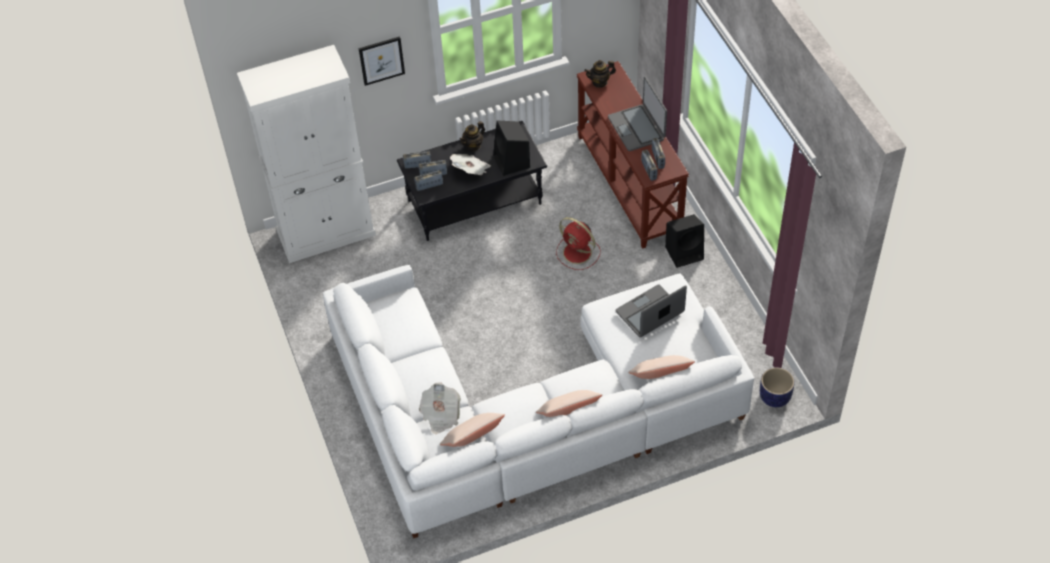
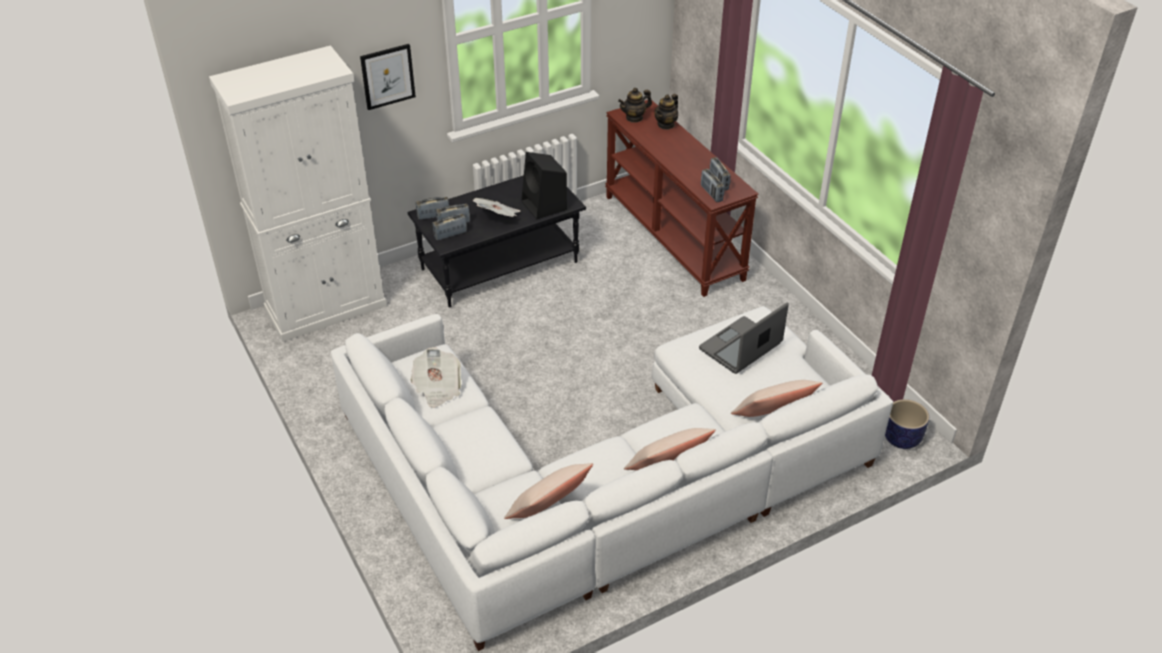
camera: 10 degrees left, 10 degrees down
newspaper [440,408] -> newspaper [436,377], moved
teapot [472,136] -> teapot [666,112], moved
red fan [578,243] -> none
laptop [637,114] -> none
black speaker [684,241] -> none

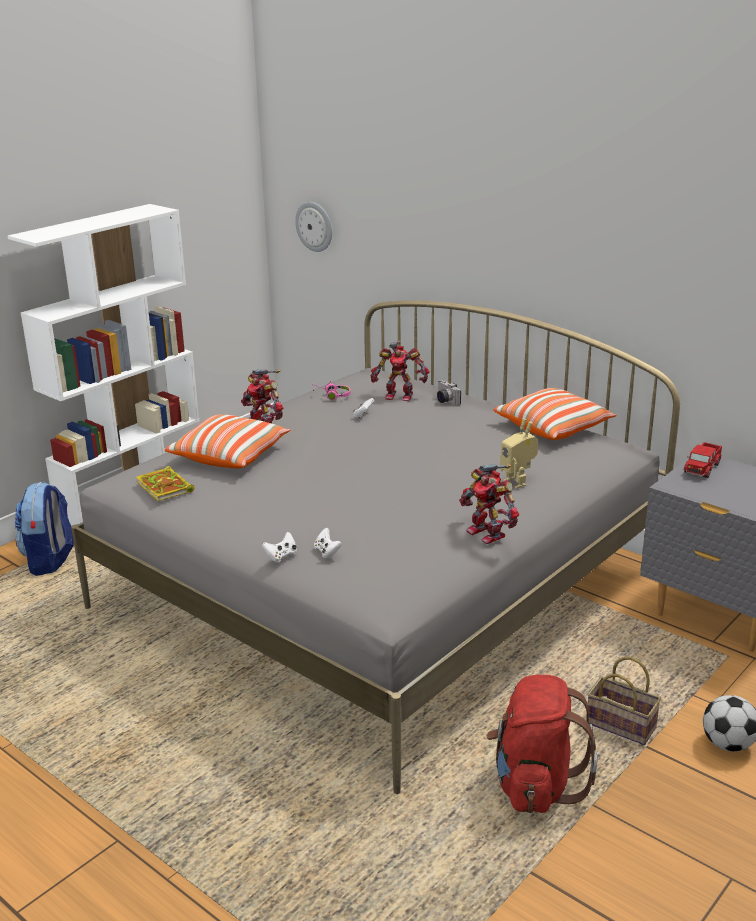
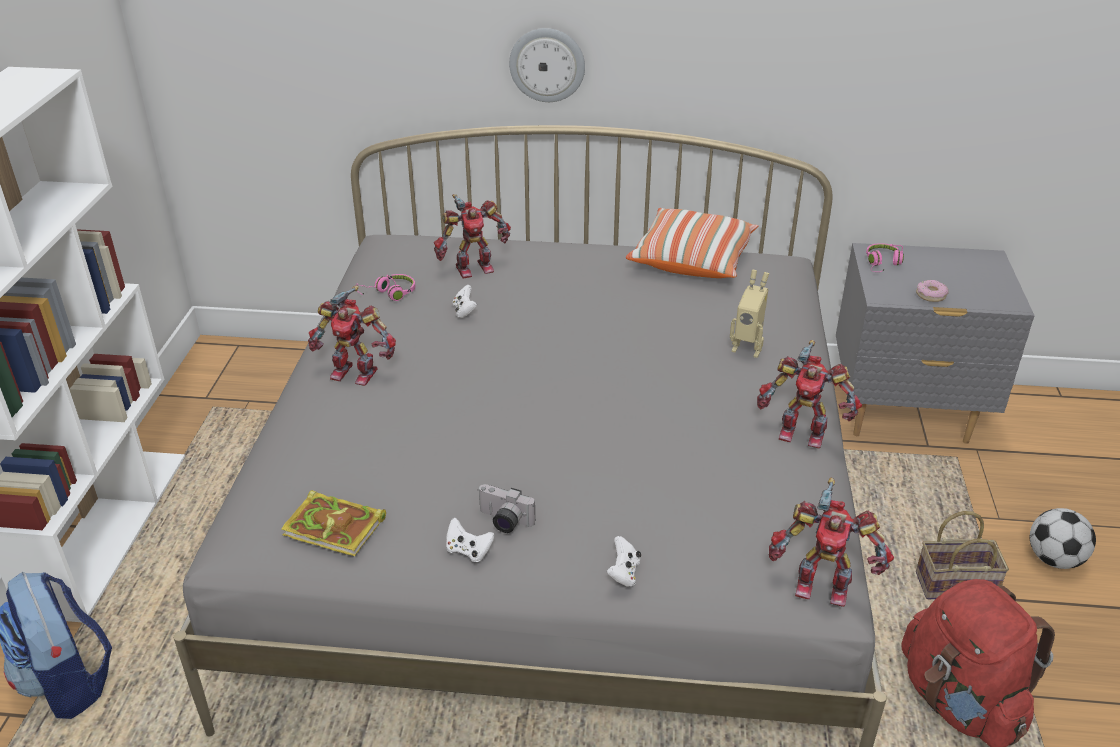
camera: 35 degrees left, 10 degrees up
white game controller [328,543] -> white game controller [470,540], moved
photo camera [449,392] -> photo camera [506,508], moved
wall clock [313,227] -> wall clock [547,65], moved
none -> toy robot [831,542]
toy truck [703,460] -> pink headphones [885,257]
none -> donut [932,291]
pillow [228,441] -> none

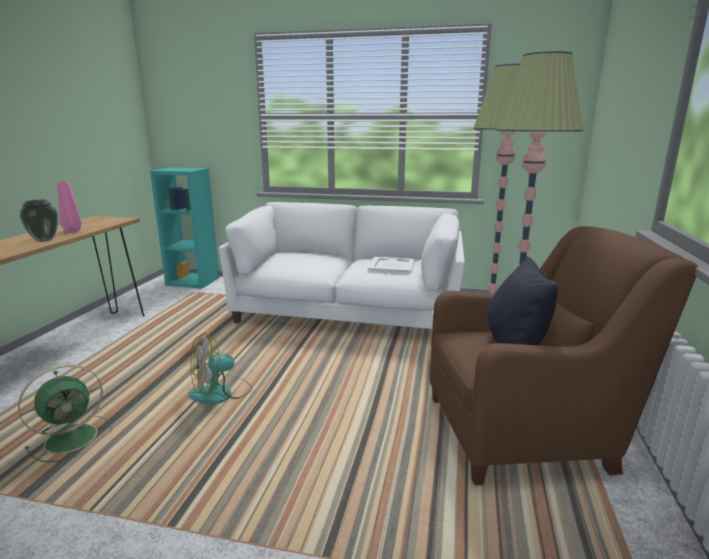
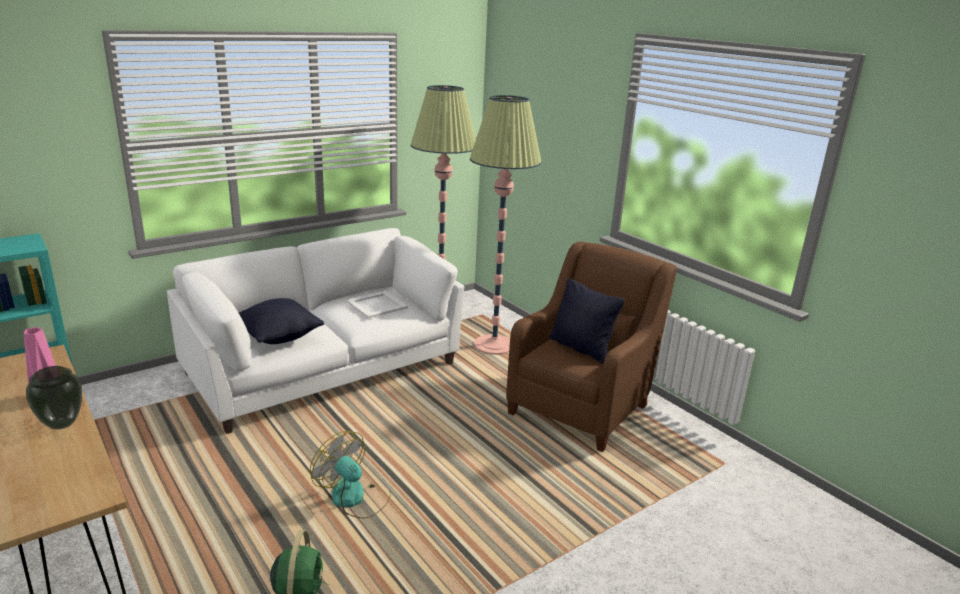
camera: 50 degrees left, 5 degrees up
none -> black pillow [281,321]
fan [220,368] -> fan [350,474], 120 degrees clockwise

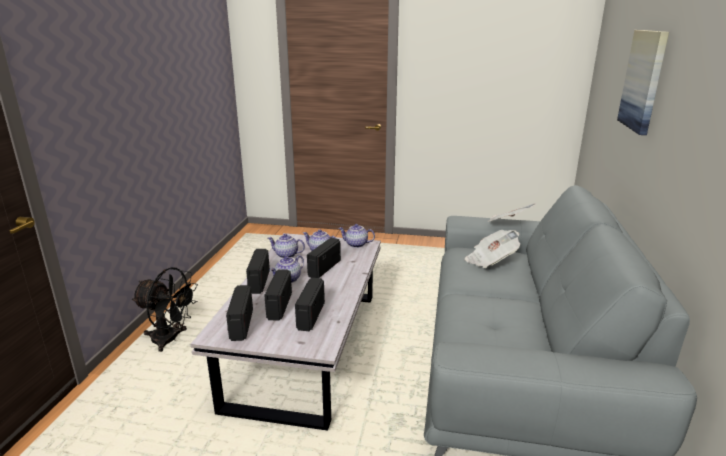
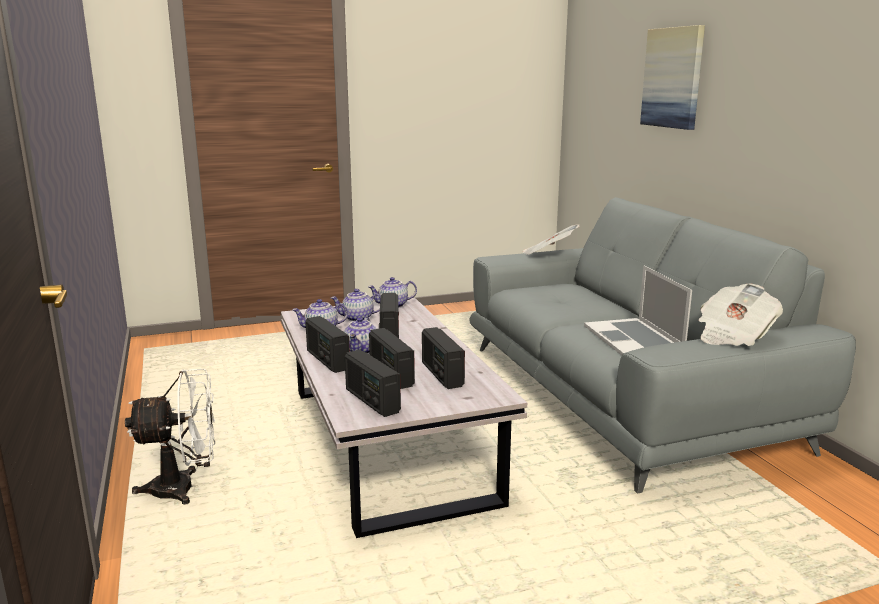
camera: 30 degrees left, 5 degrees down
black fan [165,309] -> white fan [170,437]
none -> laptop [638,310]
newspaper [492,249] -> newspaper [740,314], moved

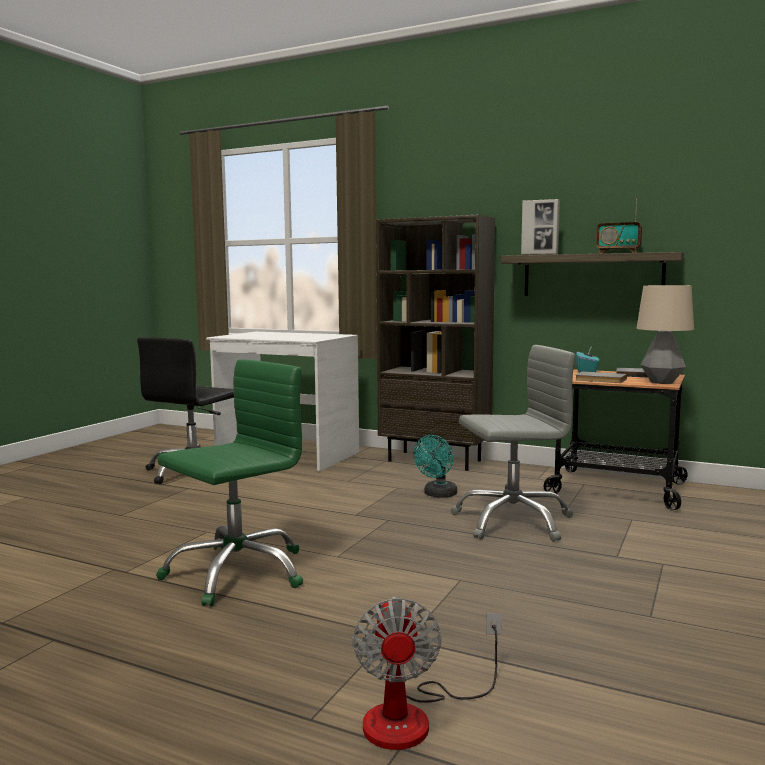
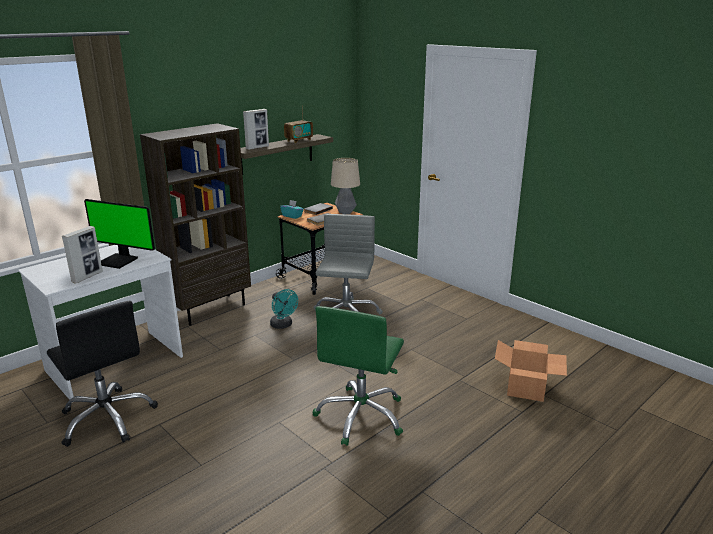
camera: 70 degrees left, 15 degrees up
none -> picture frame [82,255]
none -> monitor [119,234]
green office chair [229,483] -> green office chair [358,376], 135 degrees counterclockwise
fan [427,673] -> cardboard box [531,371]

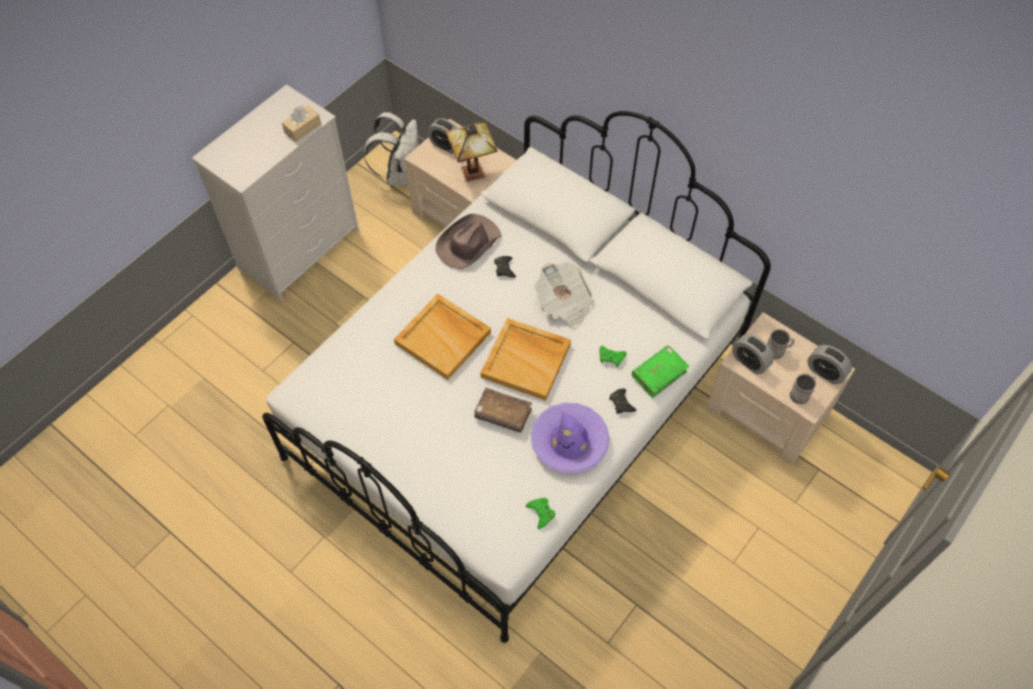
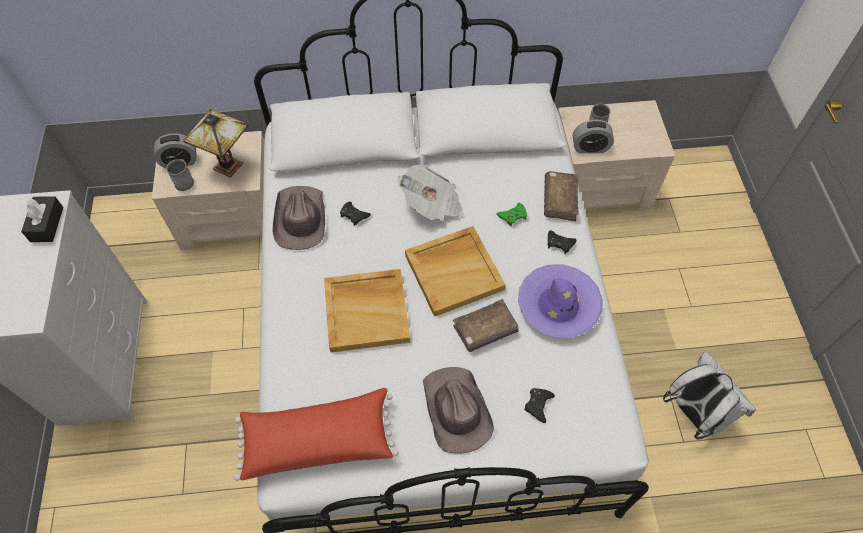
camera: 45 degrees left, 0 degrees up
beige tissue box [301,123] -> black tissue box [42,219]
grey mug [802,389] -> grey mug [180,175], moved
none -> red pillow [316,434]
none -> brown hat [458,410]
none -> black game controller [539,405]
green book [661,372] -> brown book [561,196]
white backpack [391,149] -> white backpack [709,395], moved
green game controller [540,513] -> none
alarm clock [829,364] -> none

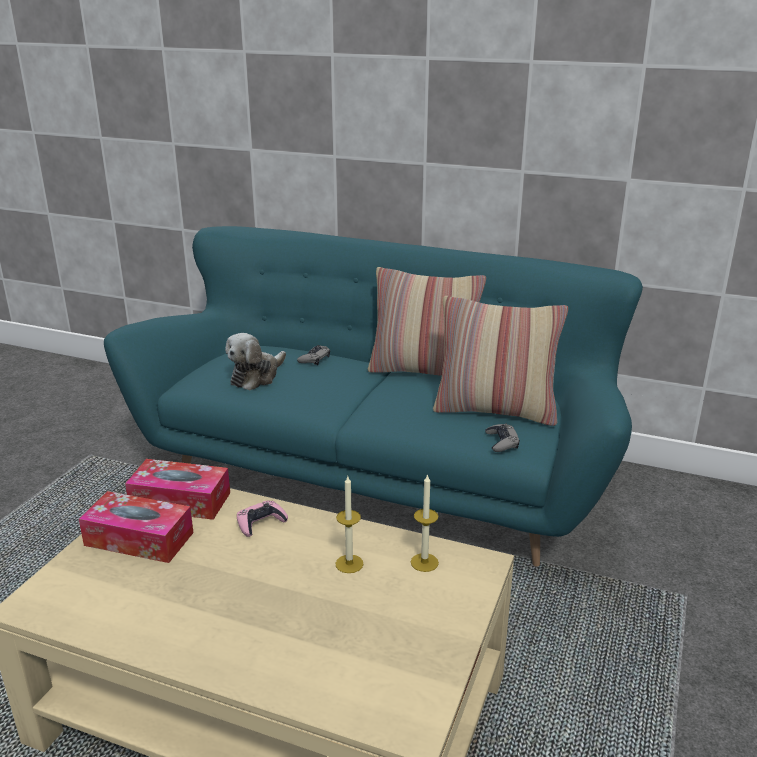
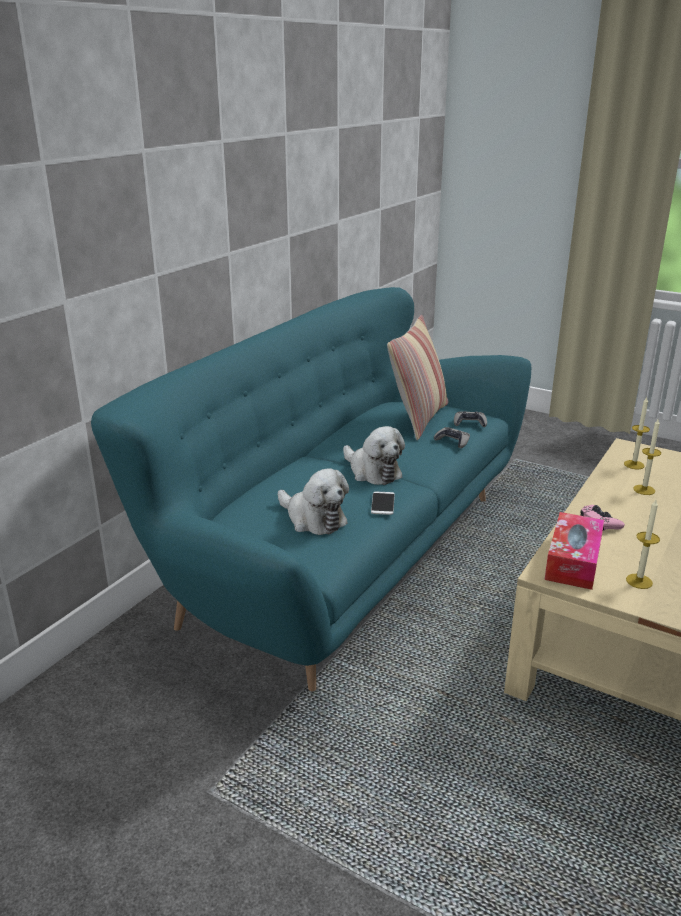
camera: 80 degrees left, 0 degrees up
none -> plush toy [374,455]
none -> phone [383,503]
grey game controller [313,355] -> grey game controller [452,437], moved
tissue box [136,527] -> candle [643,544]
pillow [427,321] -> none

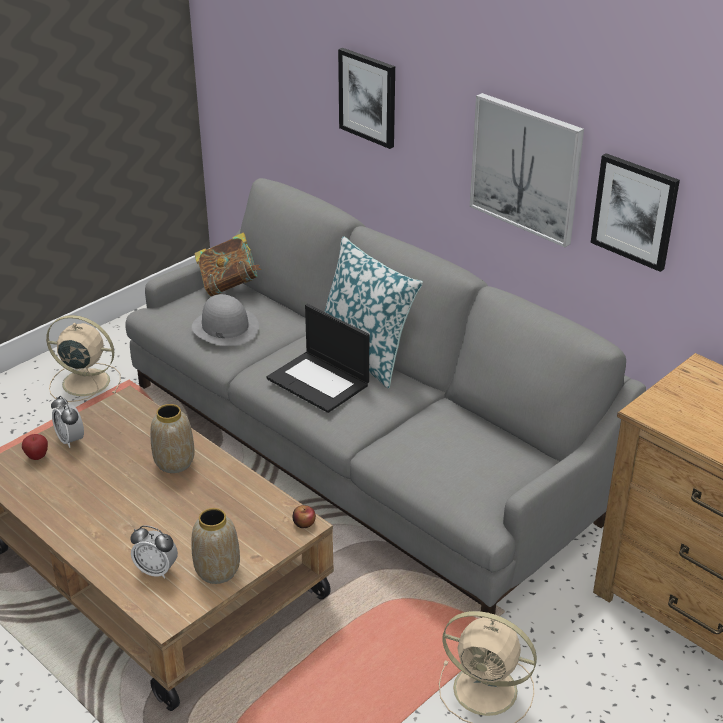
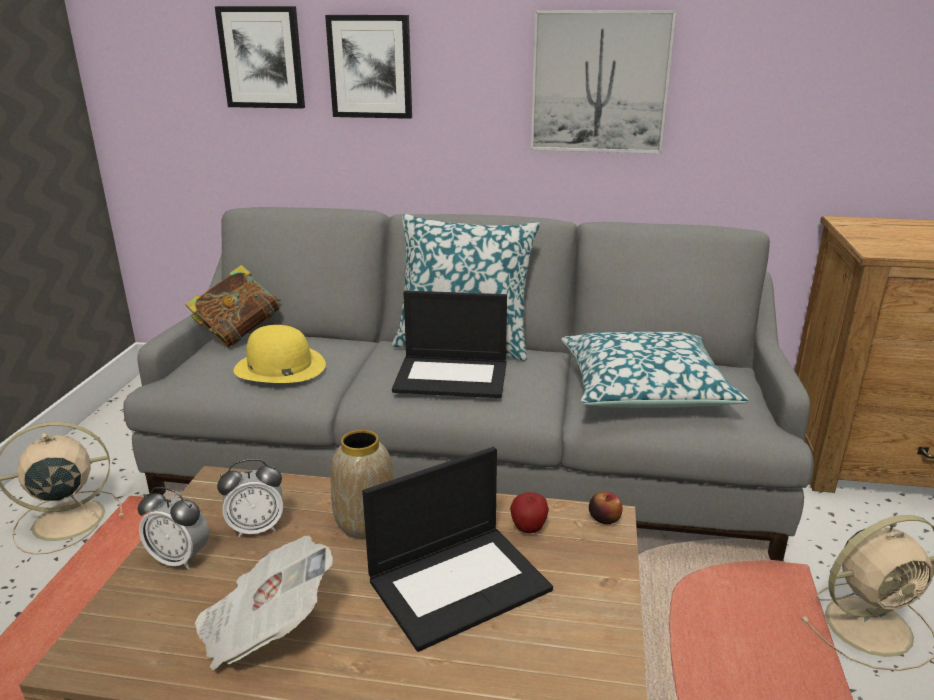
camera: 35 degrees left, 10 degrees down
none -> newspaper [264,602]
picture [635,212] -> picture [260,57], moved
alarm clock [154,552] -> alarm clock [250,498], moved
grey hat [225,320] -> yellow hat [280,354]
none -> laptop [457,549]
apple [35,447] -> apple [529,513], moved
none -> pillow [655,370]
vase [215,546] -> none

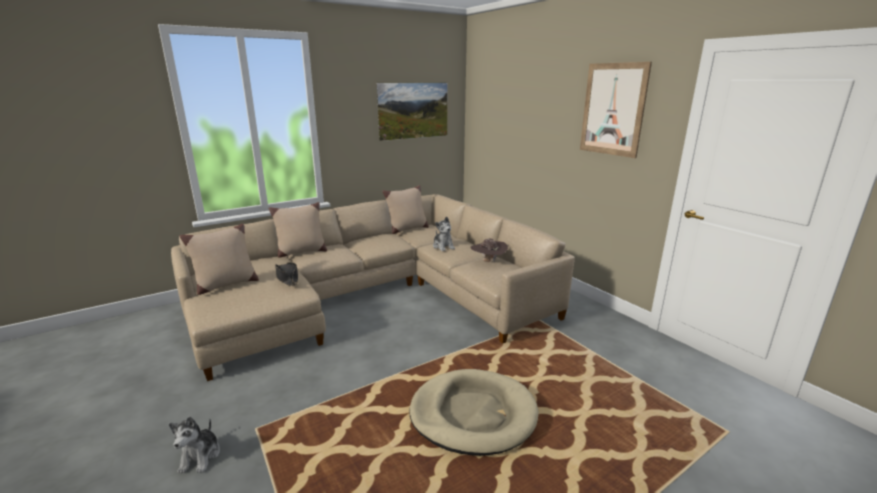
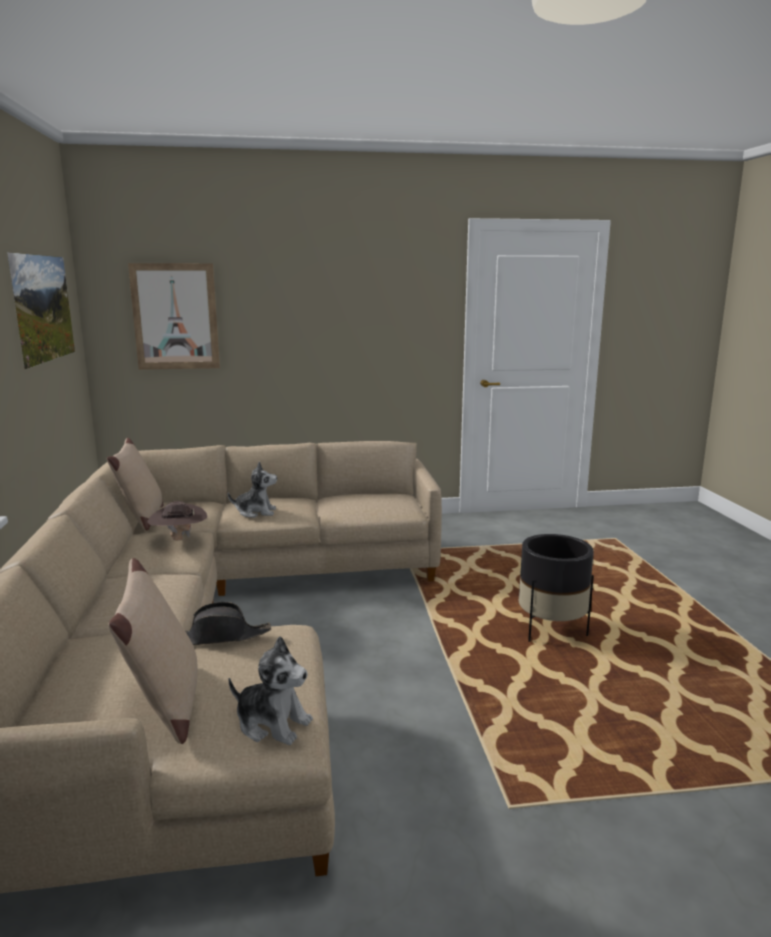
camera: 65 degrees left, 5 degrees down
picture [616,110] -> picture [174,316], moved
brown hat [489,250] -> brown hat [177,520], moved
plush toy [194,444] -> plush toy [271,690], moved
beige dog bed [474,412] -> black planter [556,588]
beige pillow [297,230] -> none

